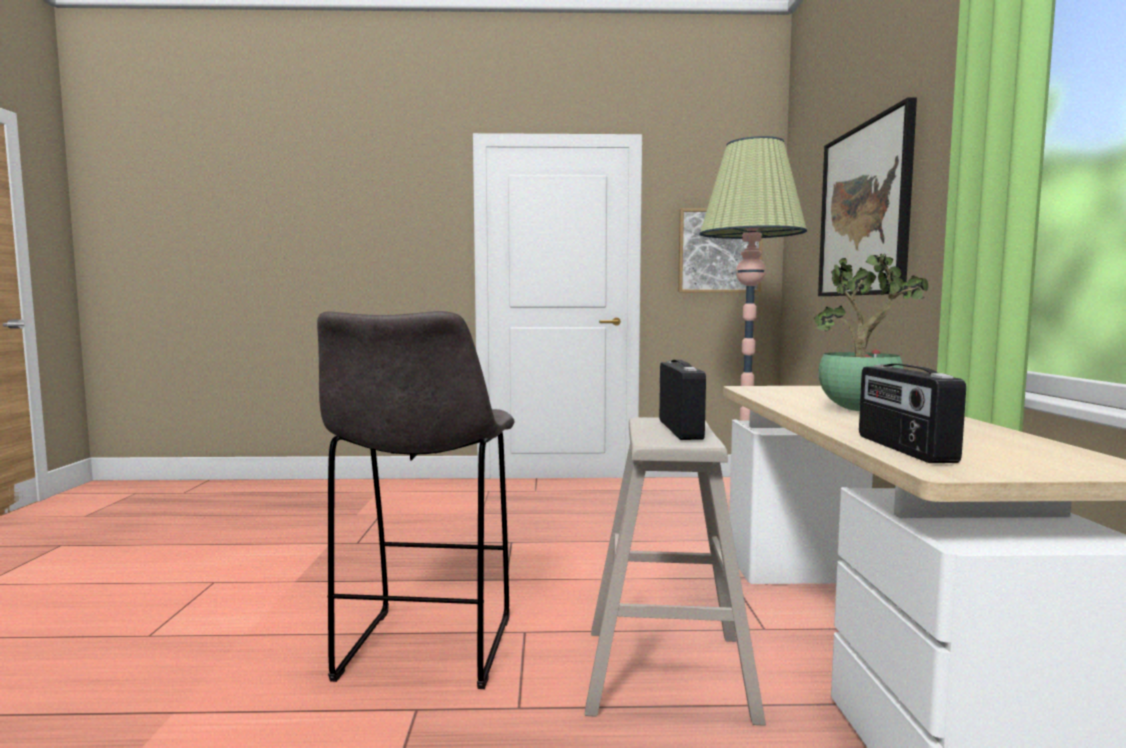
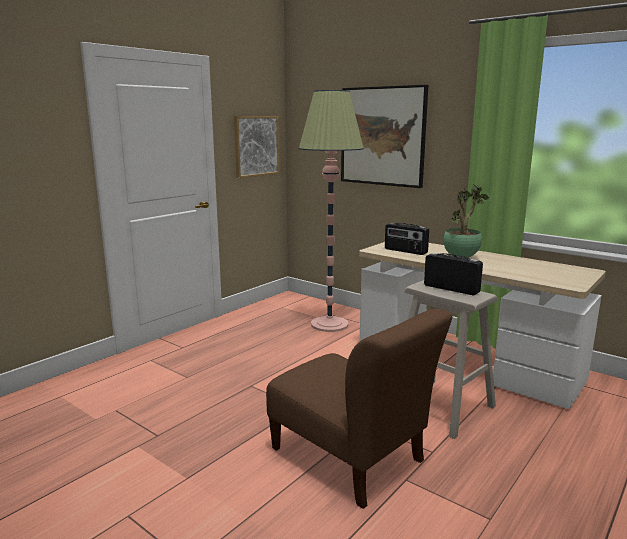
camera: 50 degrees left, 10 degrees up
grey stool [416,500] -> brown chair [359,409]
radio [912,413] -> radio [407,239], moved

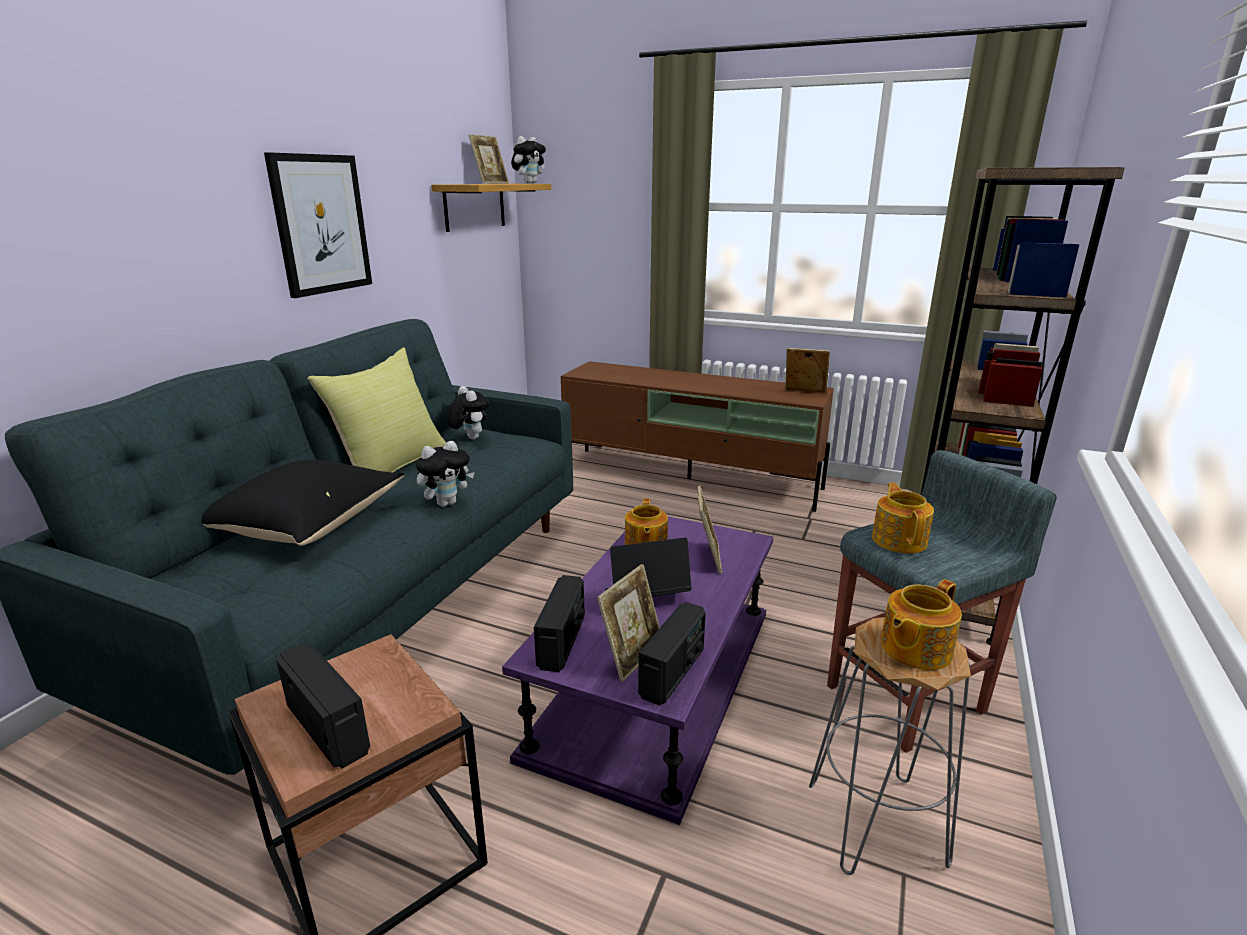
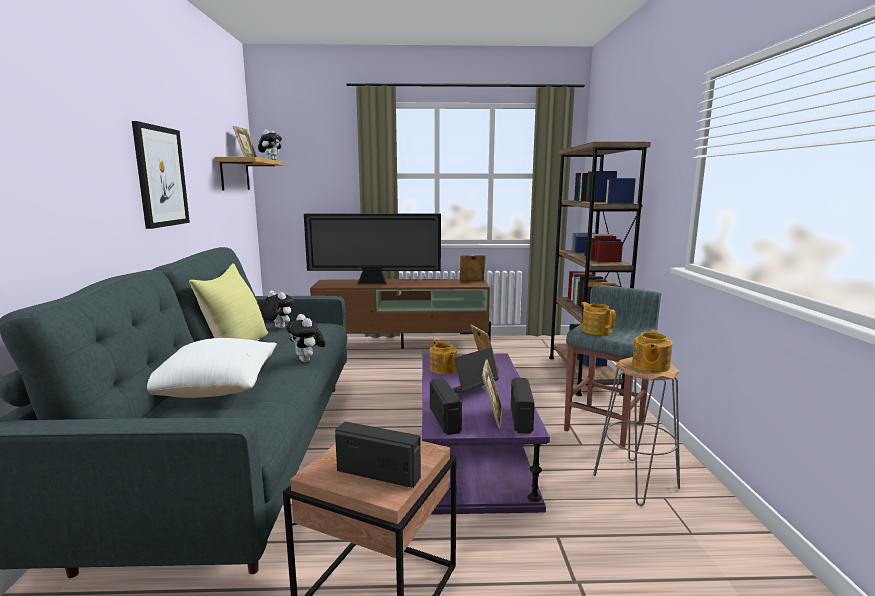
camera: 25 degrees left, 10 degrees down
black pillow [302,503] -> white pillow [212,368]
plush toy [445,474] -> plush toy [306,338], 120 degrees clockwise
none -> television [372,248]

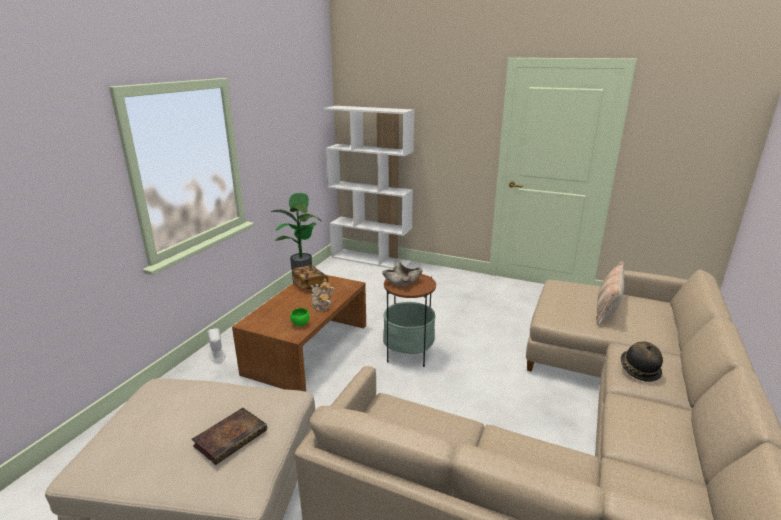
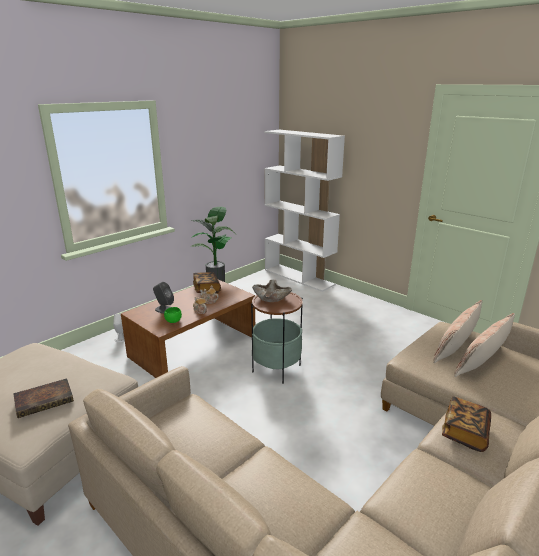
camera: 20 degrees right, 0 degrees up
none -> grey speaker [163,298]
none -> pillow [457,331]
hat [642,362] -> book [466,424]

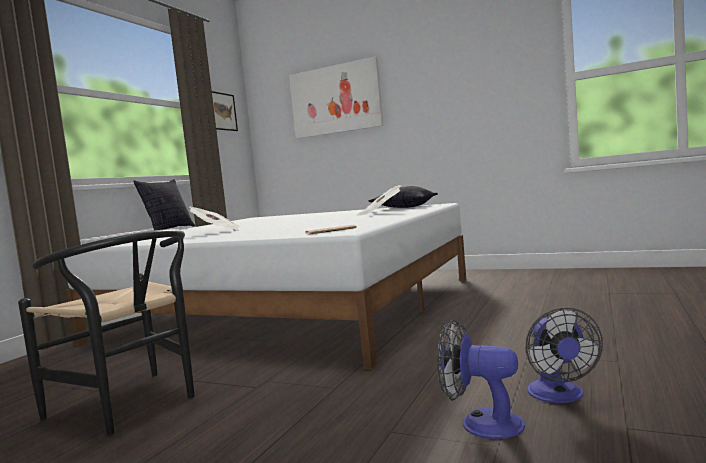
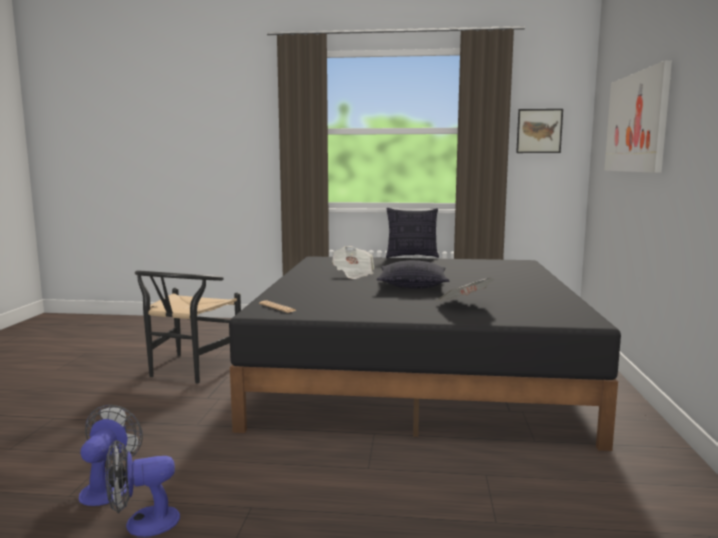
camera: 70 degrees right, 5 degrees up
white bed [265,286] -> black bed [425,353]
pillow [403,197] -> pillow [412,274], moved

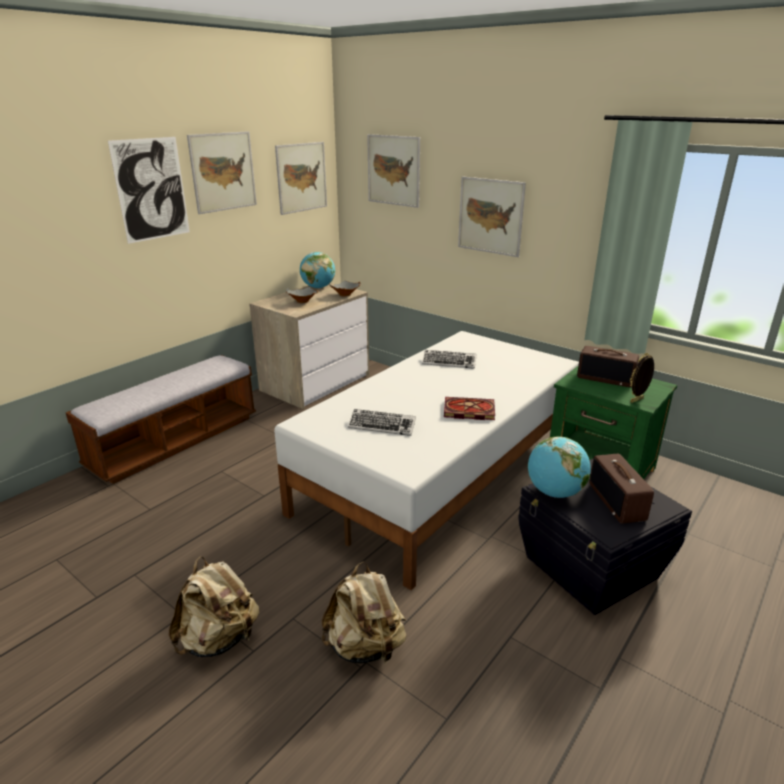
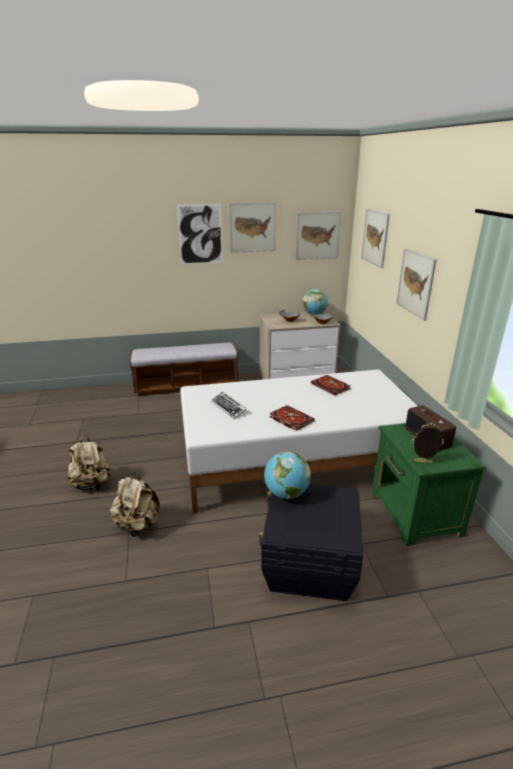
camera: 40 degrees right, 0 degrees up
keyboard [449,359] -> book [330,385]
radio [621,489] -> none

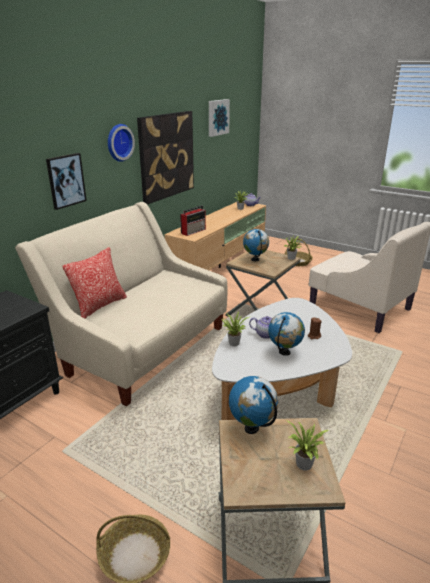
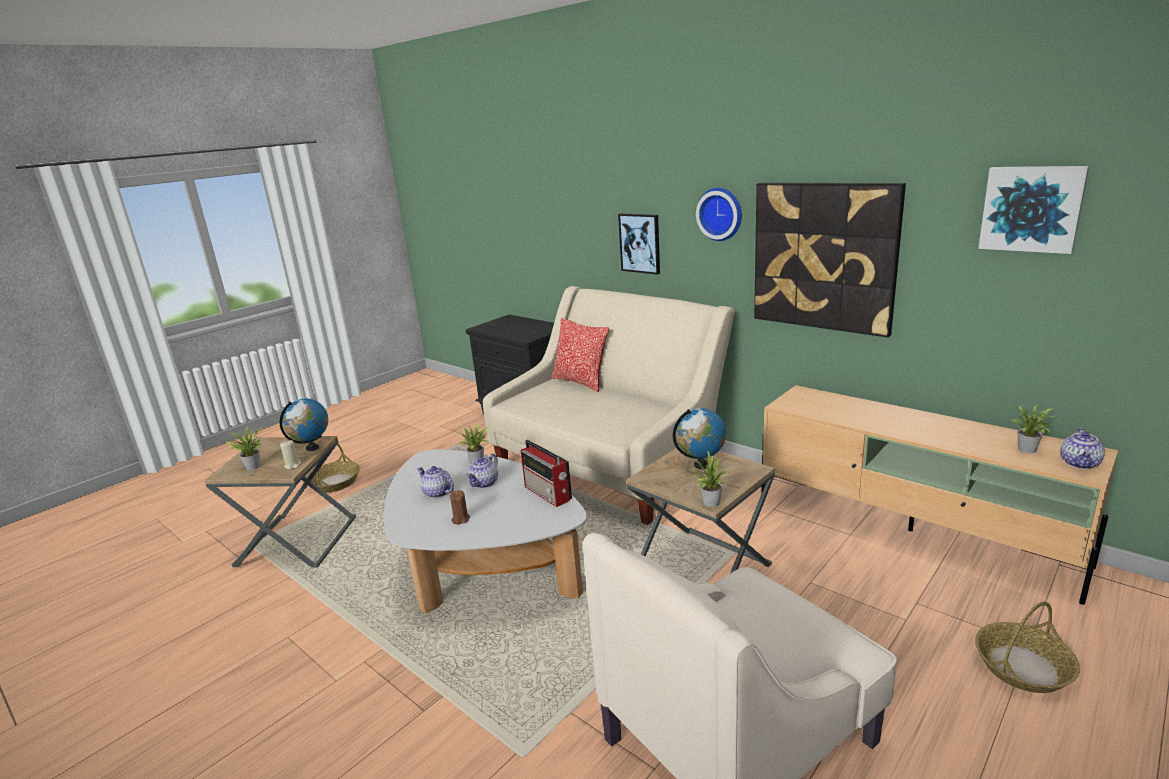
camera: 100 degrees right, 5 degrees down
none -> beige candle [290,454]
globe [286,334] -> teapot [435,482]
radio [193,221] -> radio [546,473], moved

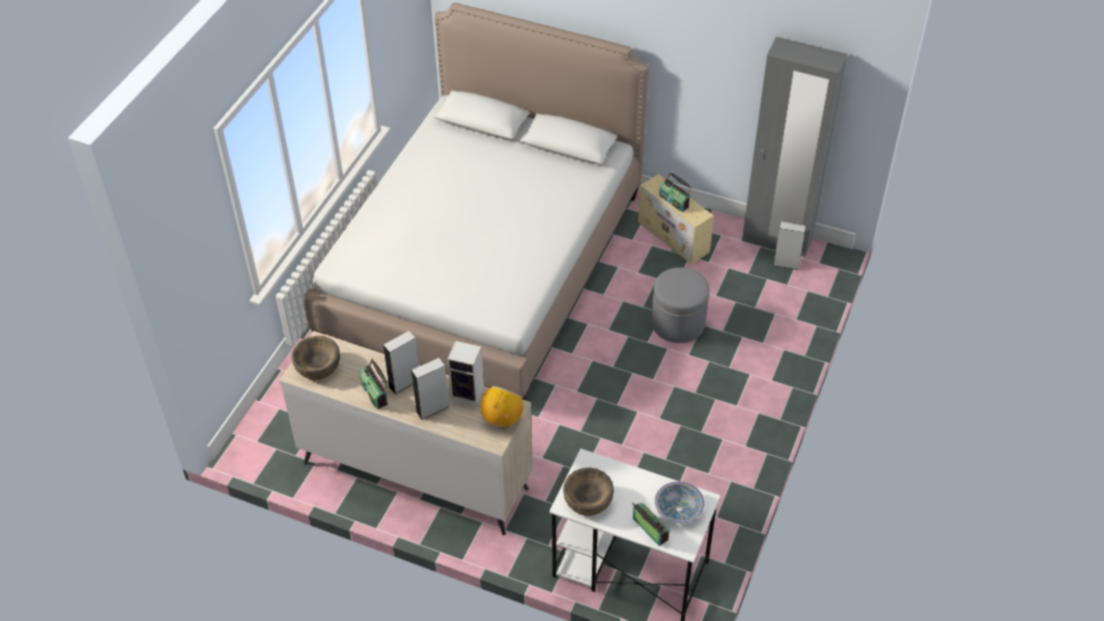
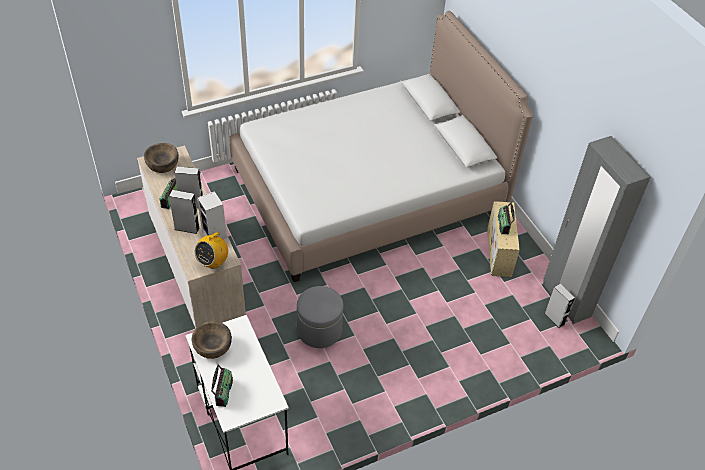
camera: 40 degrees right, 0 degrees up
radio [502,407] -> radio [211,250], 150 degrees clockwise
grey ottoman [680,305] -> grey ottoman [320,317], moved
bowl [679,502] -> none

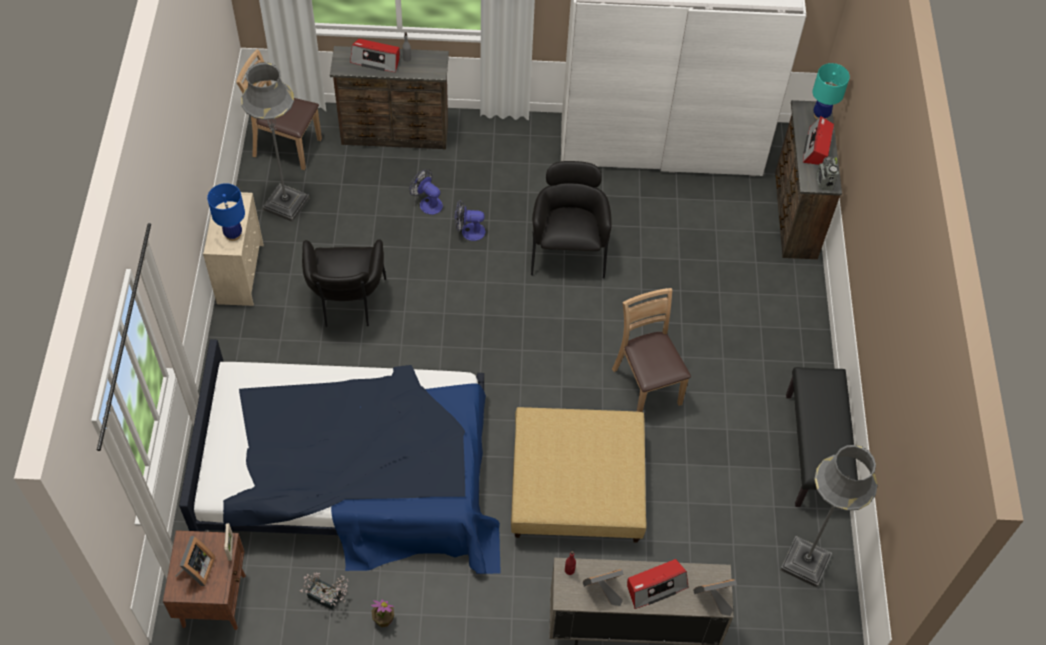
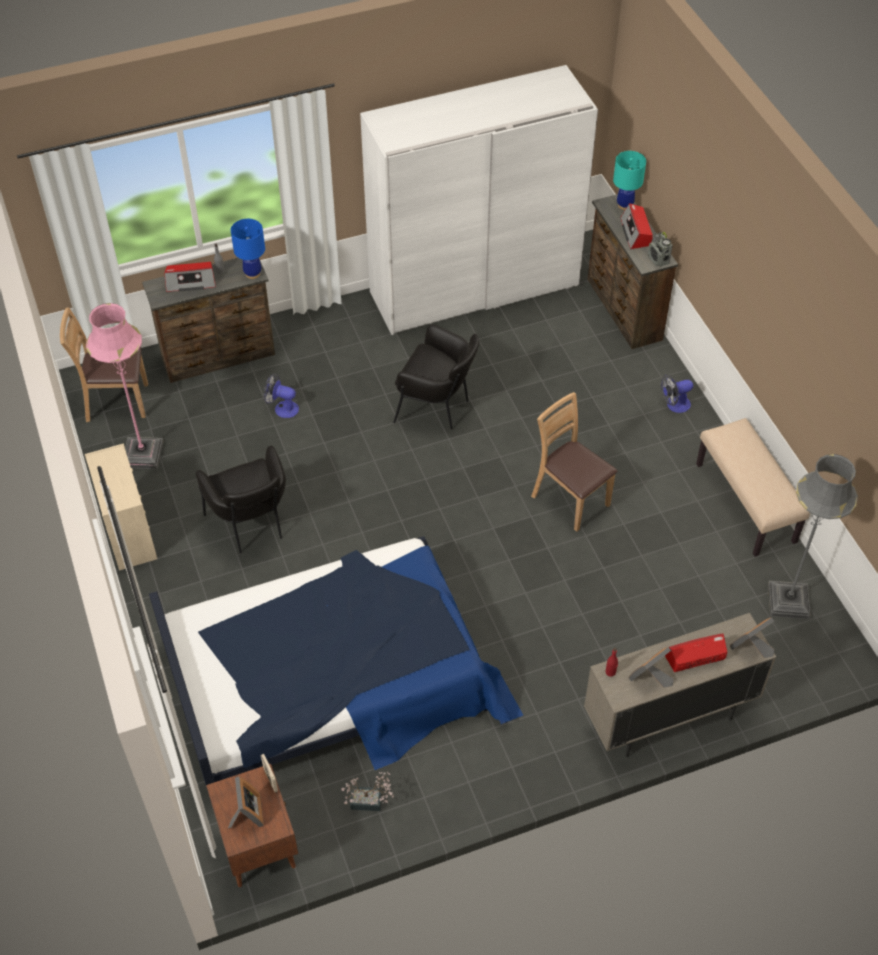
camera: 20 degrees left, 5 degrees down
grey floor lamp [275,142] -> pink floor lamp [125,386]
blue table lamp [226,212] -> blue table lamp [248,249], moved
black armchair [571,220] -> black armchair [436,377], 135 degrees clockwise
fan [470,220] -> fan [677,394], moved
radio [657,584] -> radio [696,652], 150 degrees counterclockwise
black bench [822,437] -> beige bench [753,487]
potted plant [382,613] -> none
beige ottoman [579,475] -> none

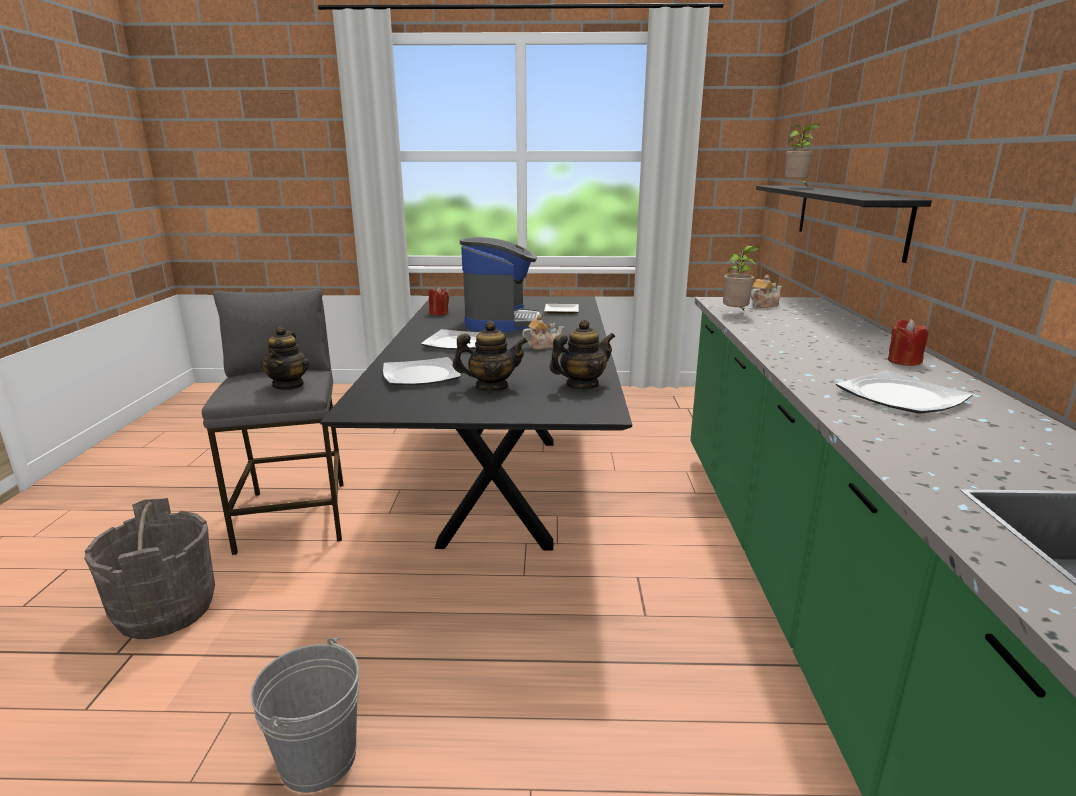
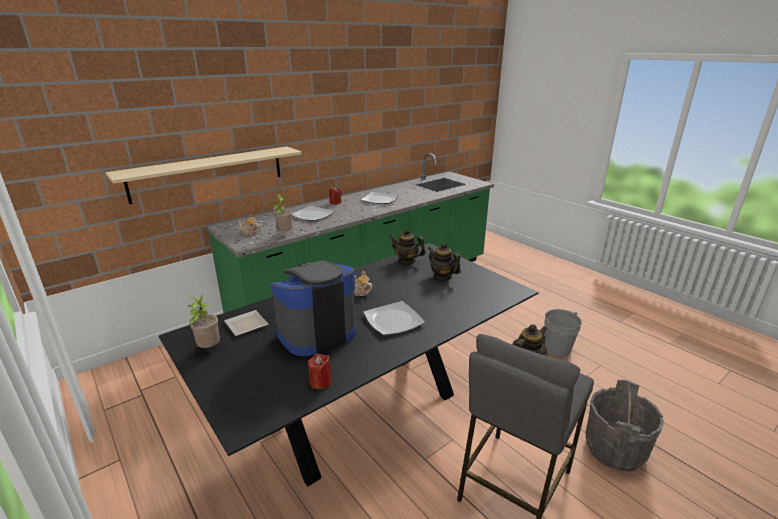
camera: 130 degrees left, 5 degrees up
black shelf [844,224] -> beige shelf [203,175]
potted plant [801,155] -> potted plant [204,320], moved
plate [422,371] -> plate [313,213], moved

